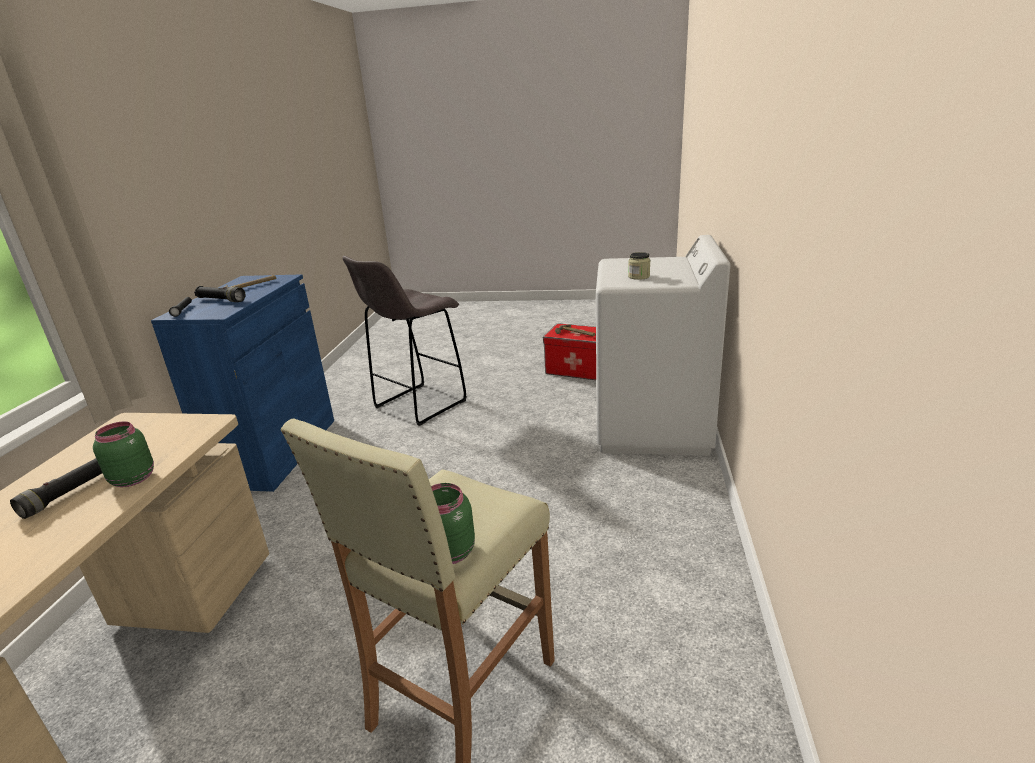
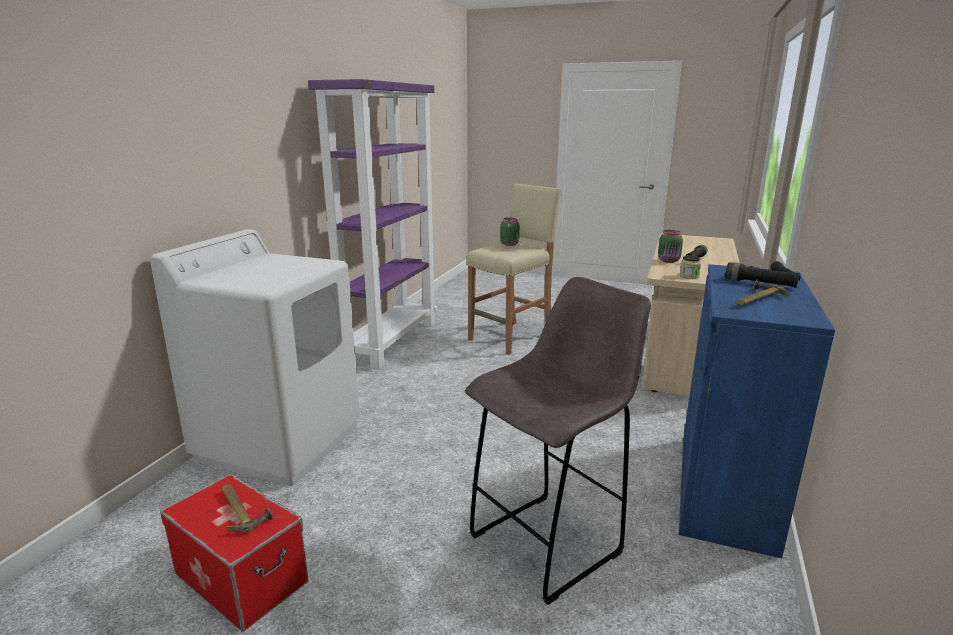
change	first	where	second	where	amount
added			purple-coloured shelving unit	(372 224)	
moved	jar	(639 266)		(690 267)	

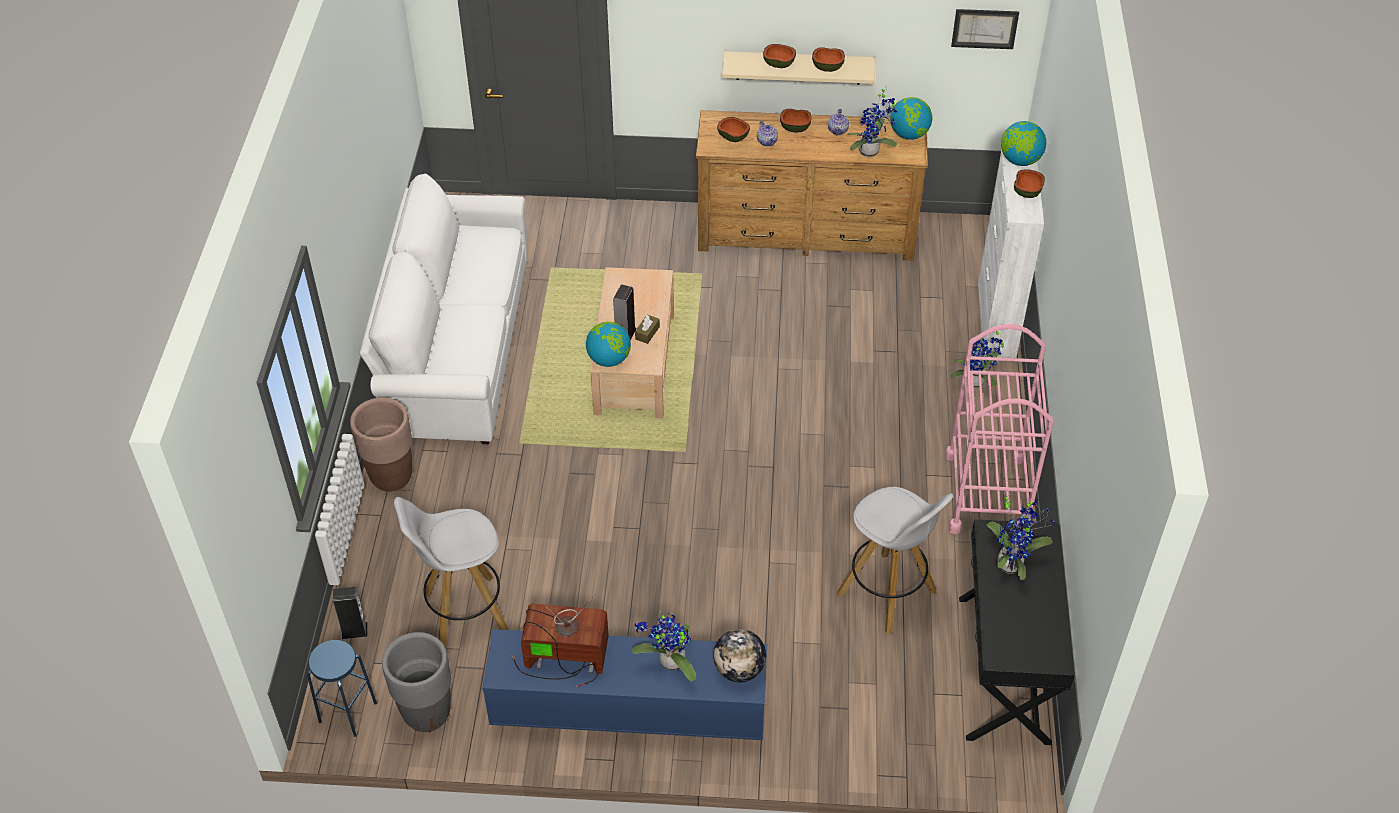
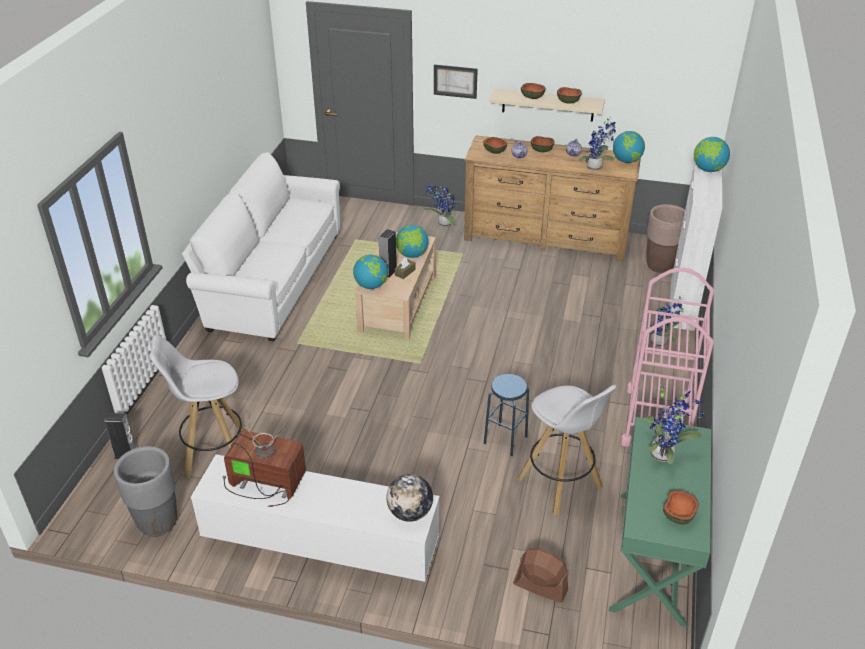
change	first	where	second	where	amount
recoloured	blue tv unit	(624 684)	white-coloured tv unit	(315 518)	
added			desk globe	(412 241)	
moved	plant in a pot	(664 646)		(440 206)	
moved	picture	(985 29)		(456 81)	
moved	blue stool	(342 688)		(506 415)	
added			brown-coloured fan	(540 575)	
recoloured	black-coloured hall table	(1017 632)	greenish hall table	(660 522)	
moved	brown-coloured plant pot	(381 444)		(665 238)	
moved	deep dish	(1029 184)		(681 507)	

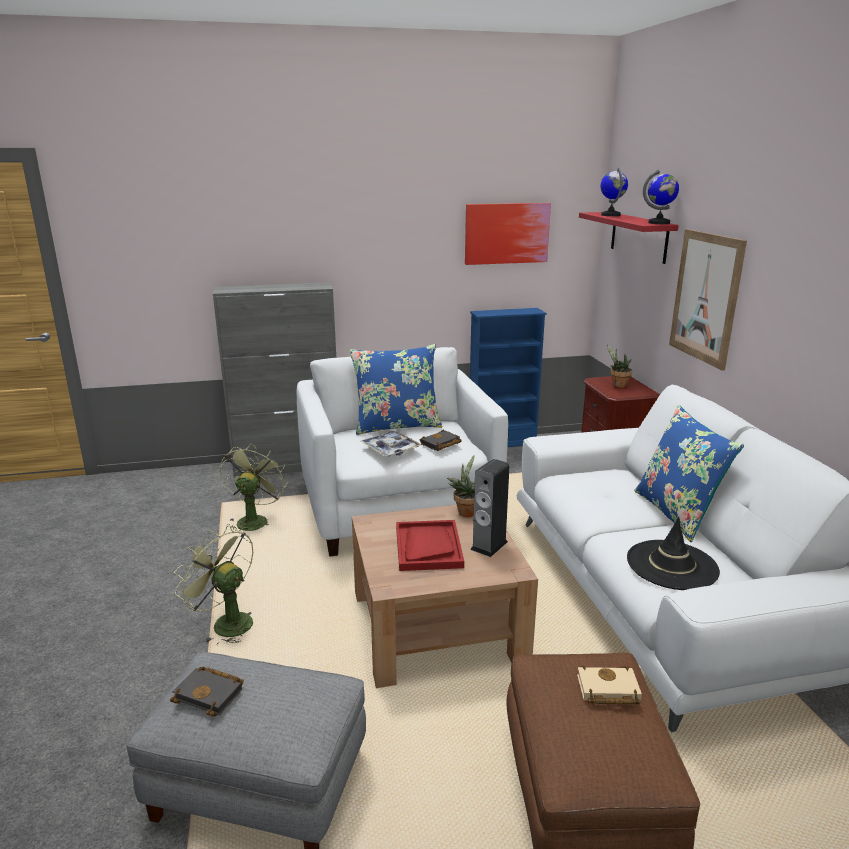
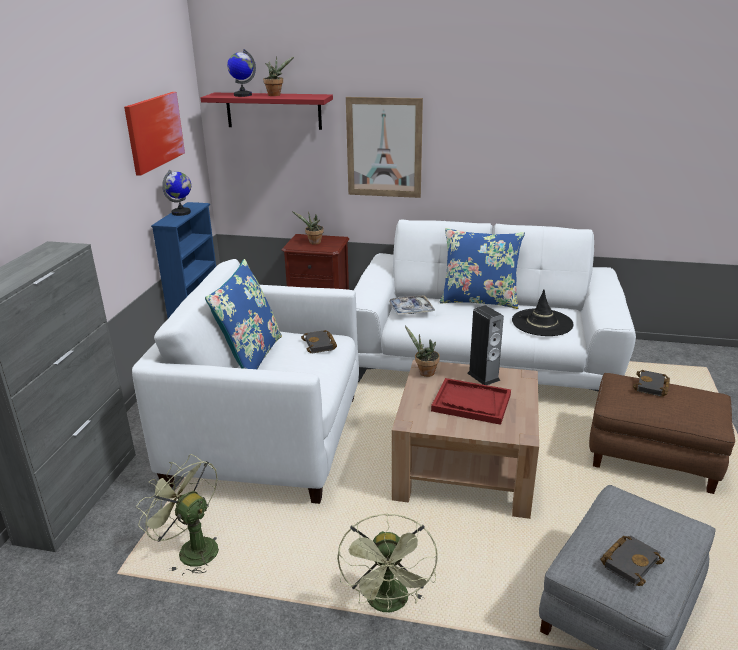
change	first	where	second	where	amount
moved	desk globe	(661 197)		(176 193)	
added			plant in a pot	(279 76)	
turned	greenish fan	(213 585)		(387 562)	60 degrees counterclockwise
moved	tray	(391 444)		(412 305)	
recoloured	beige-coloured book	(609 685)	black-coloured book	(651 383)	

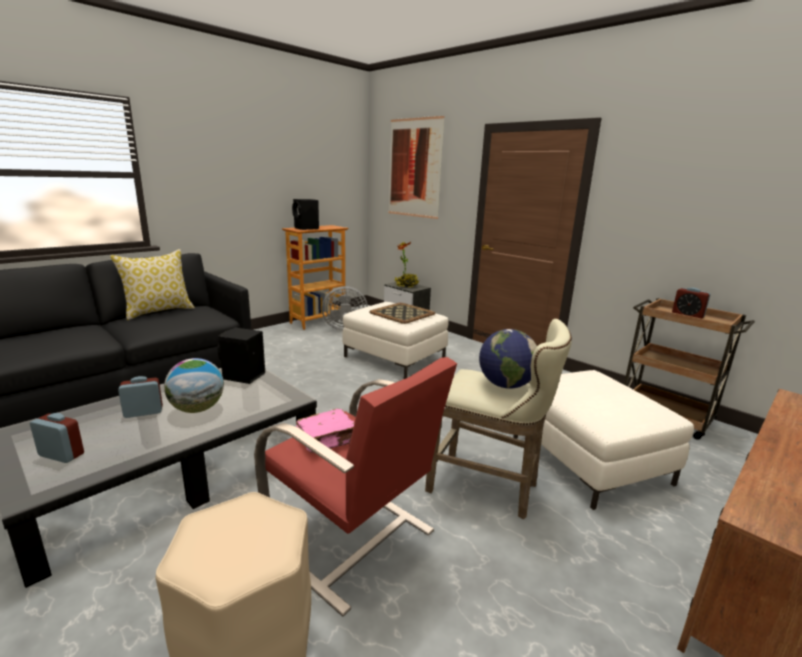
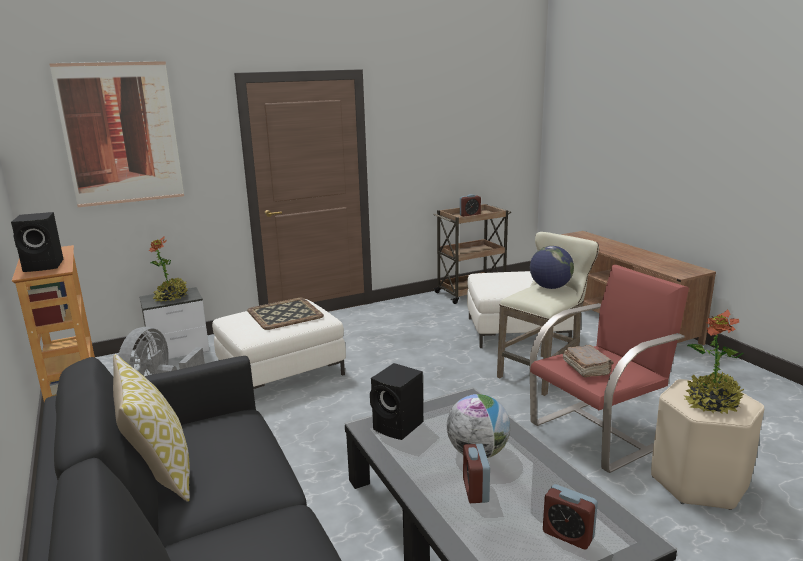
change	first	where	second	where	amount
turned	table clock	(57 438)		(570 516)	90 degrees counterclockwise
recoloured	pink book	(325 431)	brown-coloured book	(588 361)	
added			plant in a pot	(713 362)	

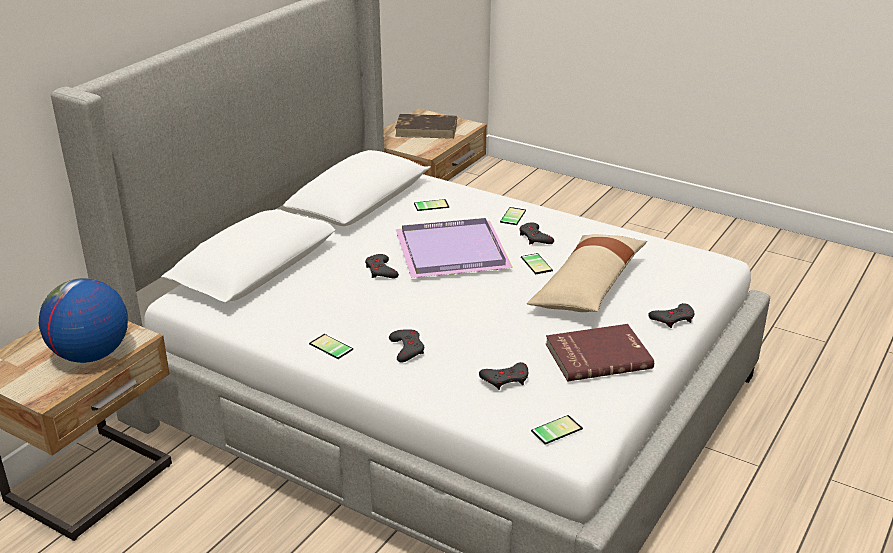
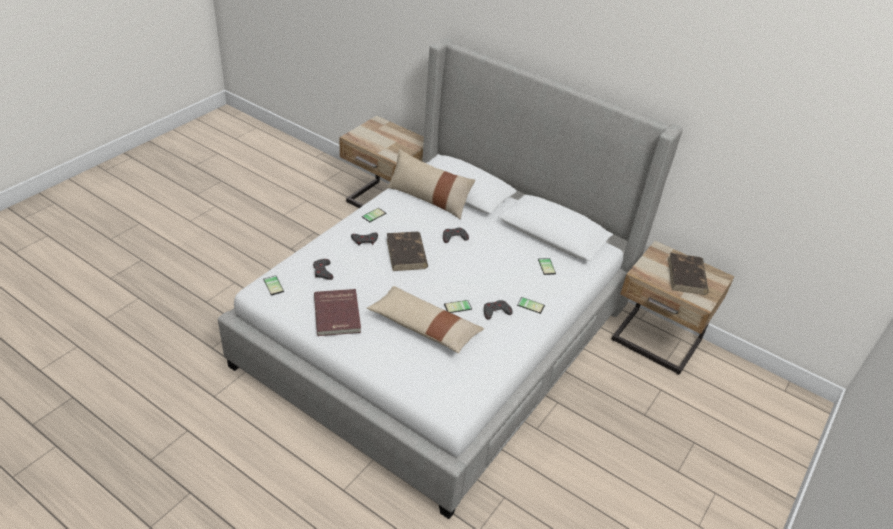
change	first	where	second	where	amount
added			beige-coloured cushion	(431 184)	
added			brown-coloured book	(407 251)	
removed	desk globe	(83 320)			
removed	purple-coloured tray	(454 248)			
removed	grey gamepad	(671 315)			

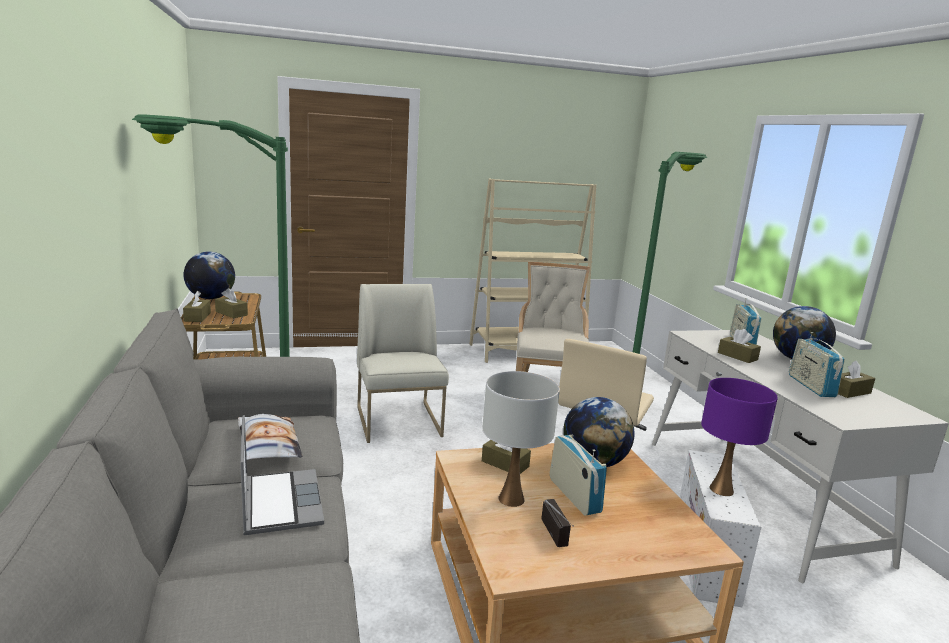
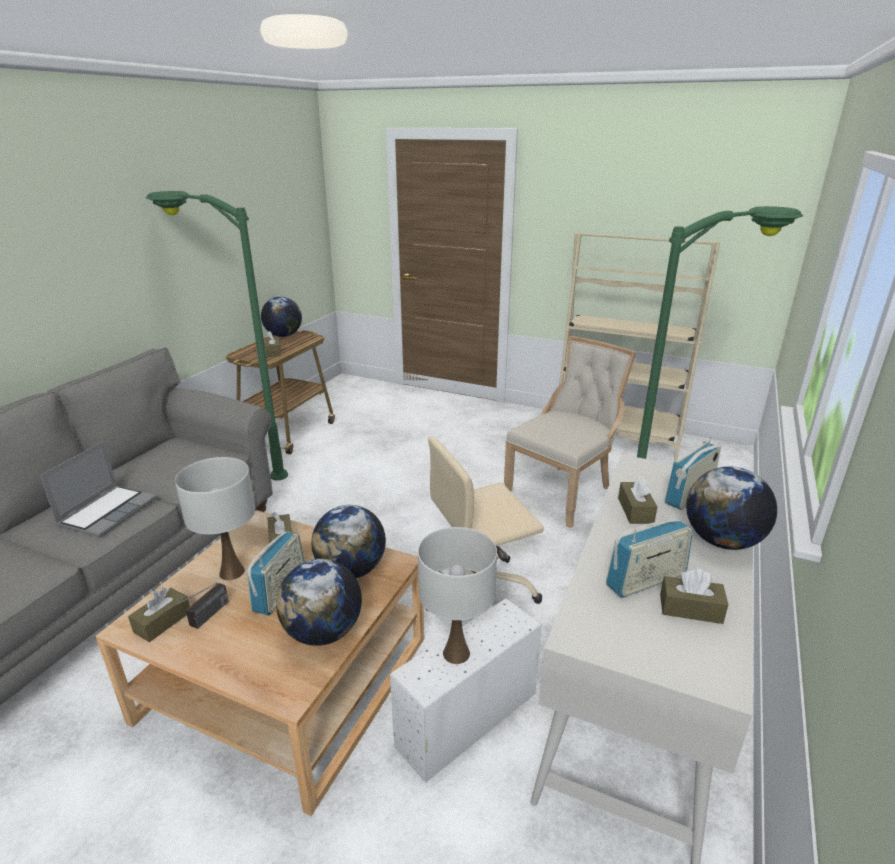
change	first	where	second	where	amount
moved	brown-coloured box of tissues	(197 306)		(159 614)	
added			desk globe	(319 602)	
recoloured	purple-coloured lamp for a table	(739 437)	white-coloured lamp for a table	(457 595)	
turned	radio	(817 364)		(649 558)	150 degrees counterclockwise
removed	cushion	(270 437)			
removed	white-coloured chair	(403 363)			

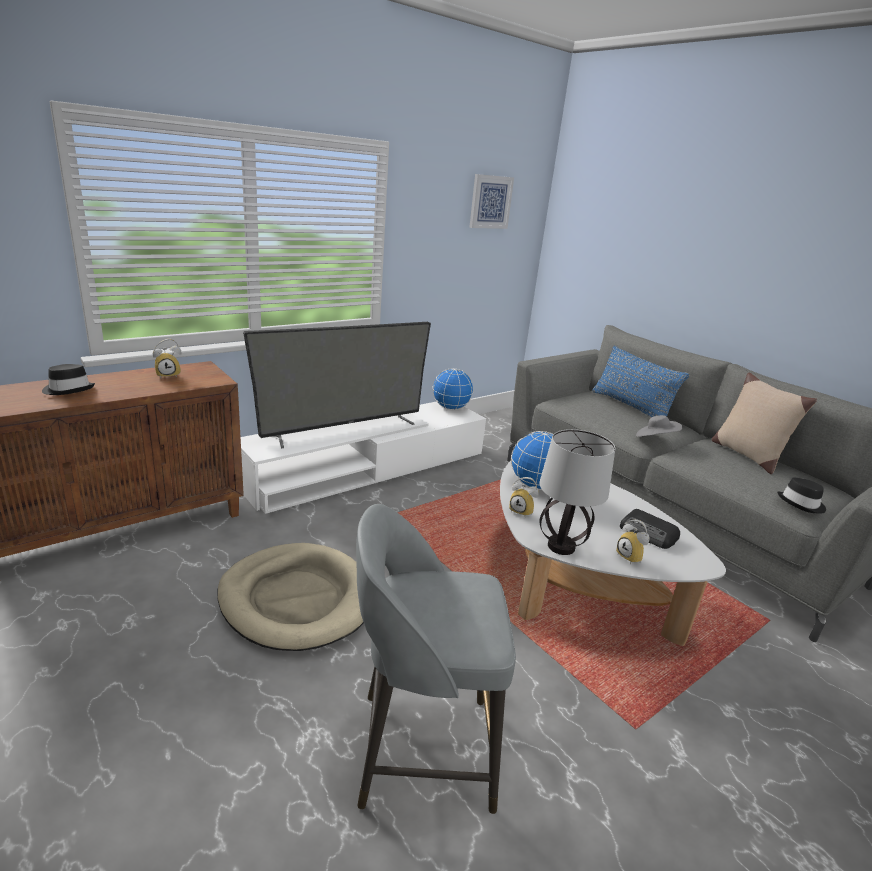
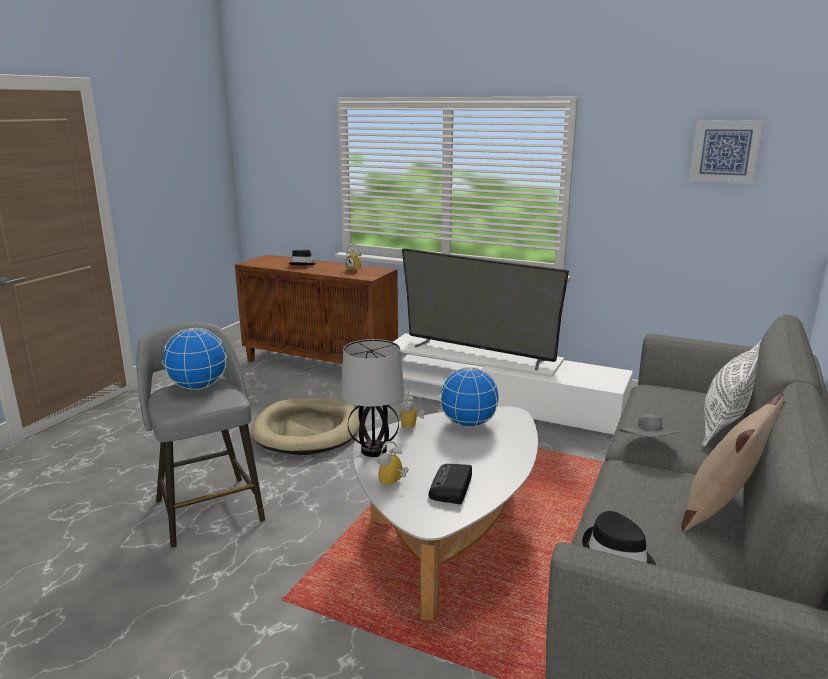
change	first	where	second	where	amount
moved	desk globe	(453 389)		(194 359)	
recoloured	blue cushion	(640 381)	white-coloured cushion	(731 394)	

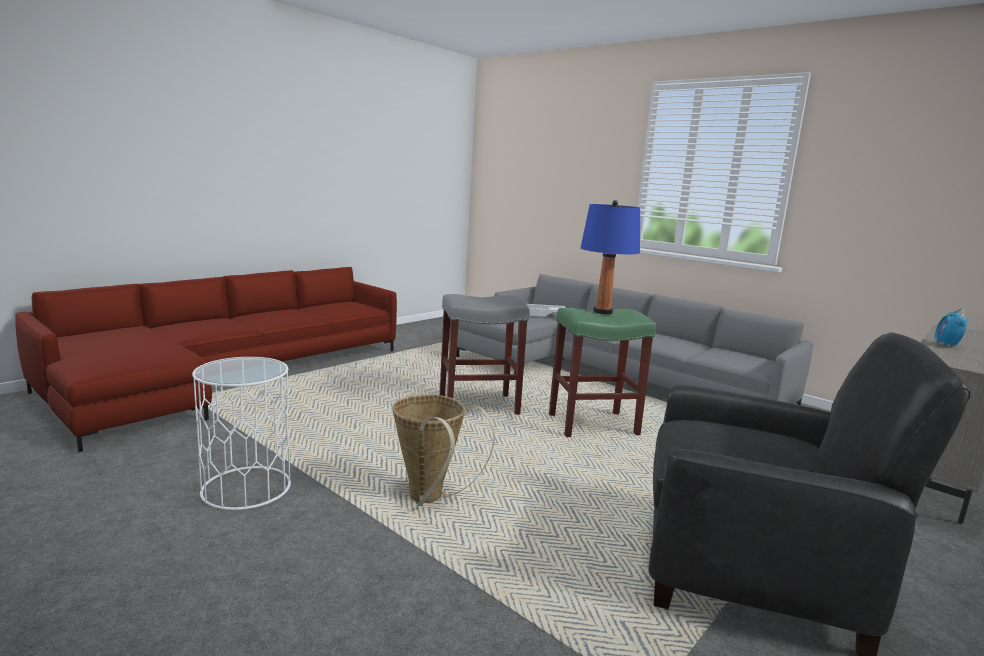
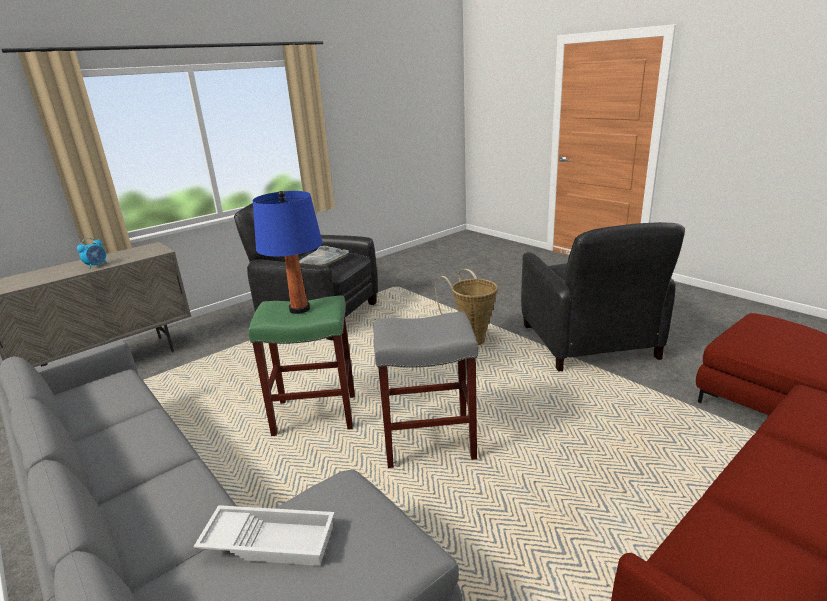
change	first	where	second	where	amount
added			grey tray	(324 256)	
replaced	white-coloured accent table	(241 433)	black-coloured lounge chair	(603 296)	

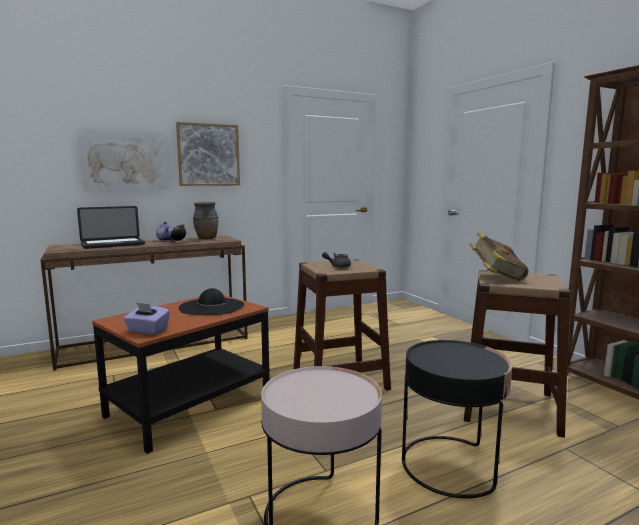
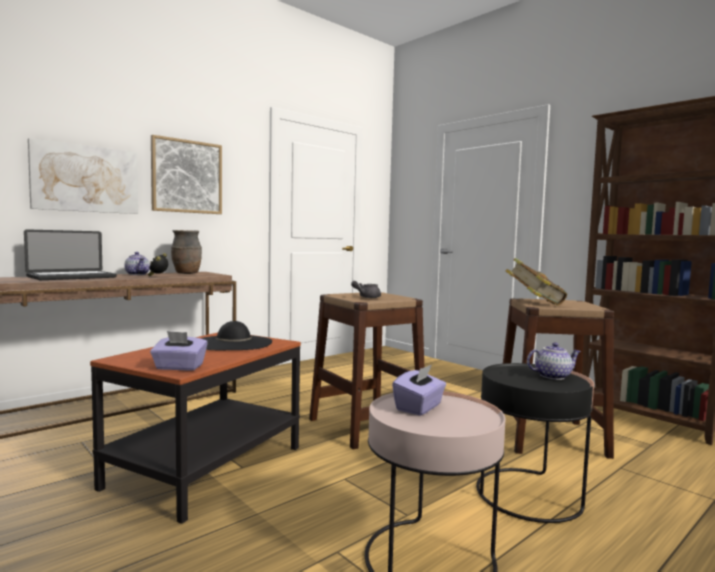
change	first	where	second	where	amount
added			purple-coloured box of tissues	(419 390)	
added			tea pot	(554 361)	

